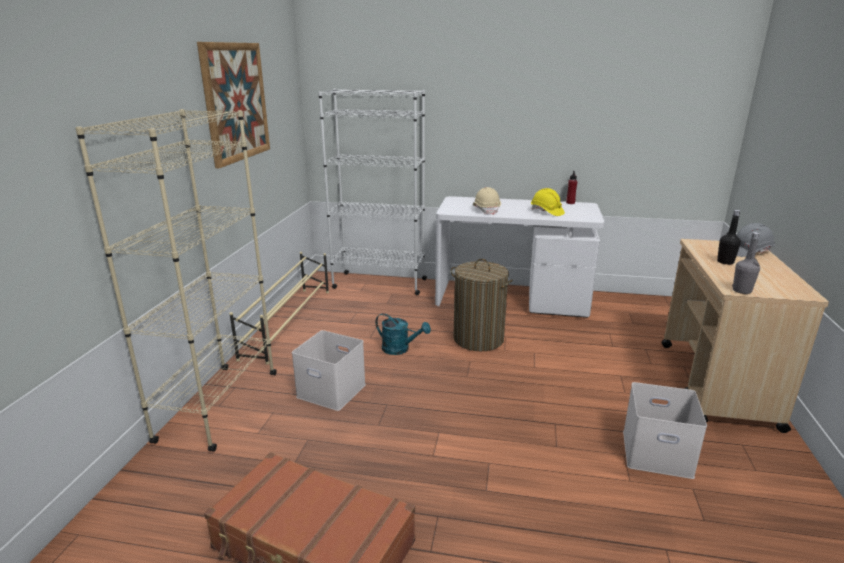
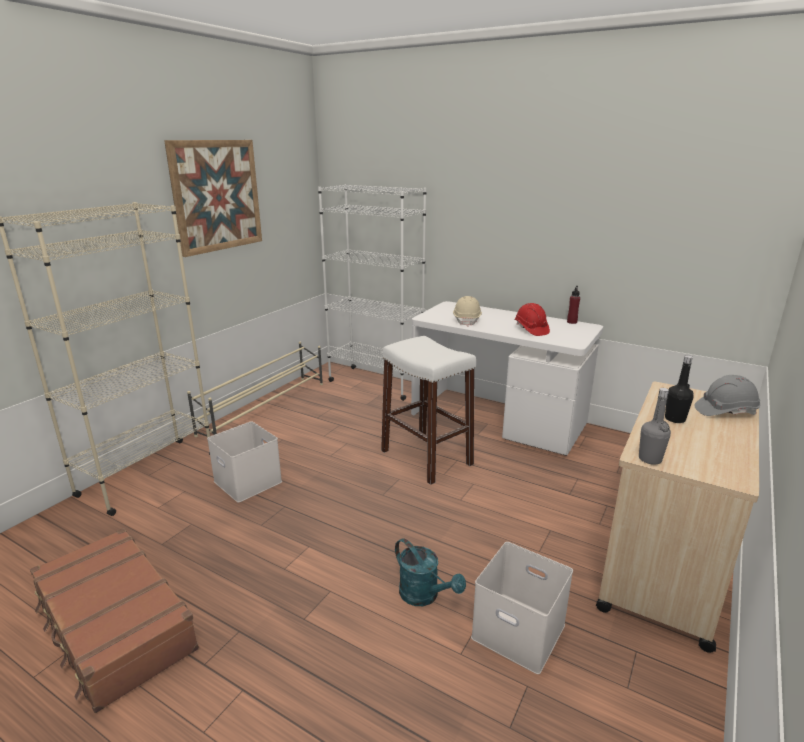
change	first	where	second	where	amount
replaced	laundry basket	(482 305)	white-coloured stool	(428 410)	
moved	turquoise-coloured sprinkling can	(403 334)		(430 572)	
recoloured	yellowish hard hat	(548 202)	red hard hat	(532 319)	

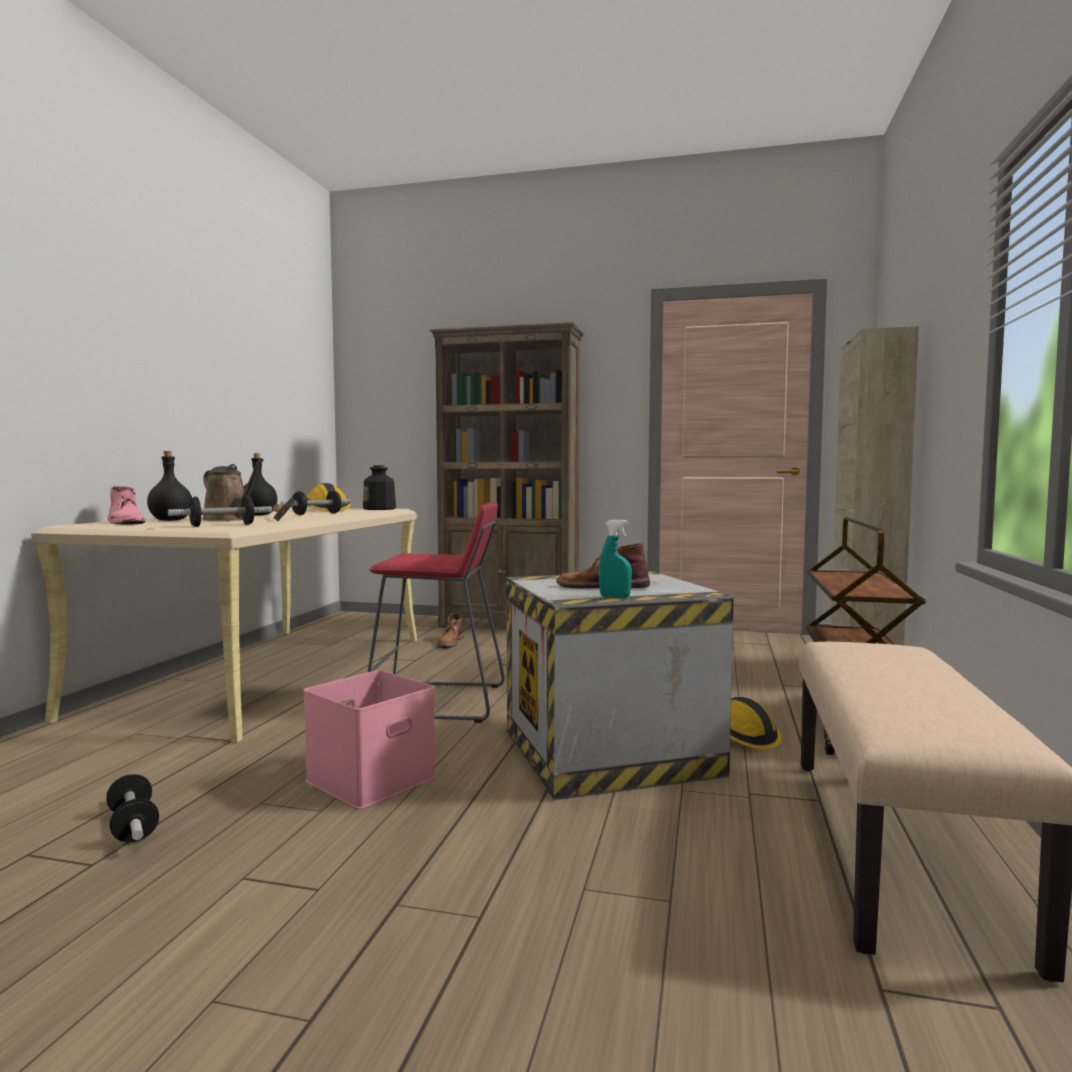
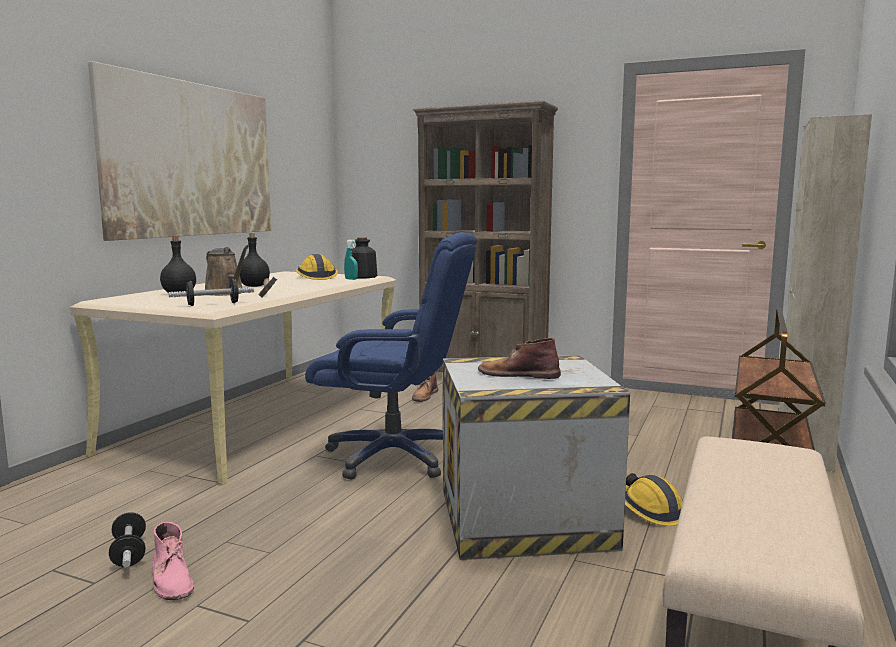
change	first	where	second	where	amount
added			picture	(179 151)	
moved	pink boot	(127 505)		(173 561)	
replaced	red stool	(436 612)	blue computer chair	(391 356)	
moved	turquoise-coloured sprayer	(615 559)		(351 260)	
removed	free weight	(315 503)			
removed	pink storage container	(369 739)			

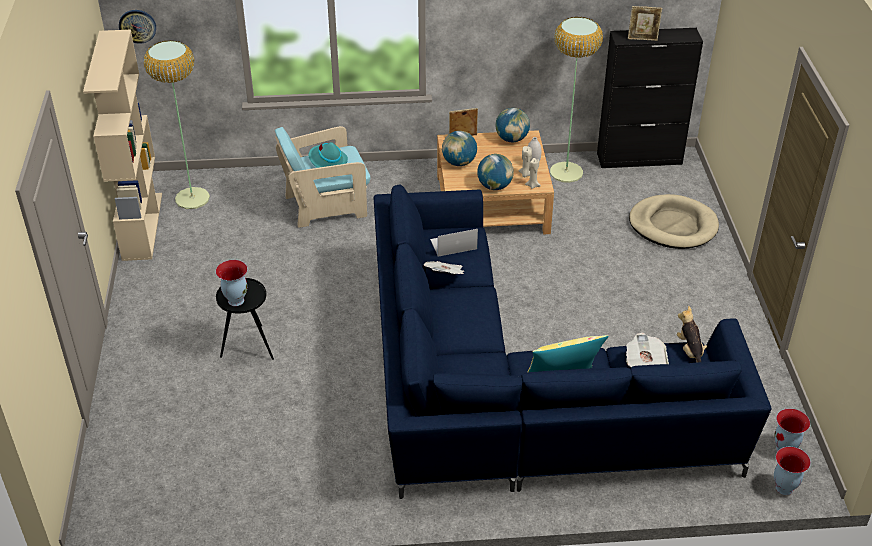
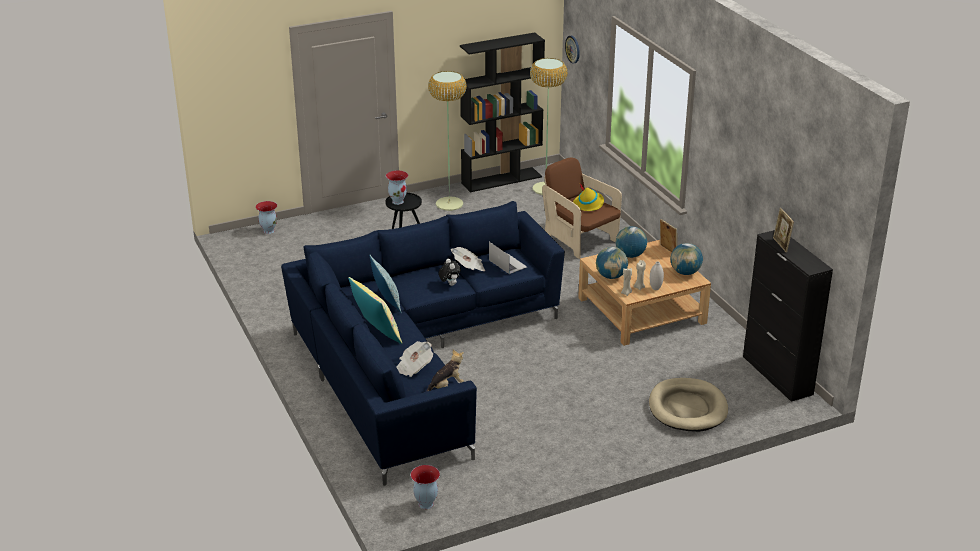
change	first	where	second	where	amount
moved	vase	(792 471)		(266 217)	
added			cushion	(385 284)	
moved	standing lamp	(576 100)		(447 141)	
added			cuddly toy	(450 272)	
recoloured	beige-coloured shelving unit	(122 145)	black-coloured shelving unit	(502 112)	
recoloured	turquoise-coloured lounge chair	(322 177)	brown-coloured lounge chair	(582 208)	
recoloured	turquoise-coloured wearable hat	(328 155)	yellowish wearable hat	(588 197)	

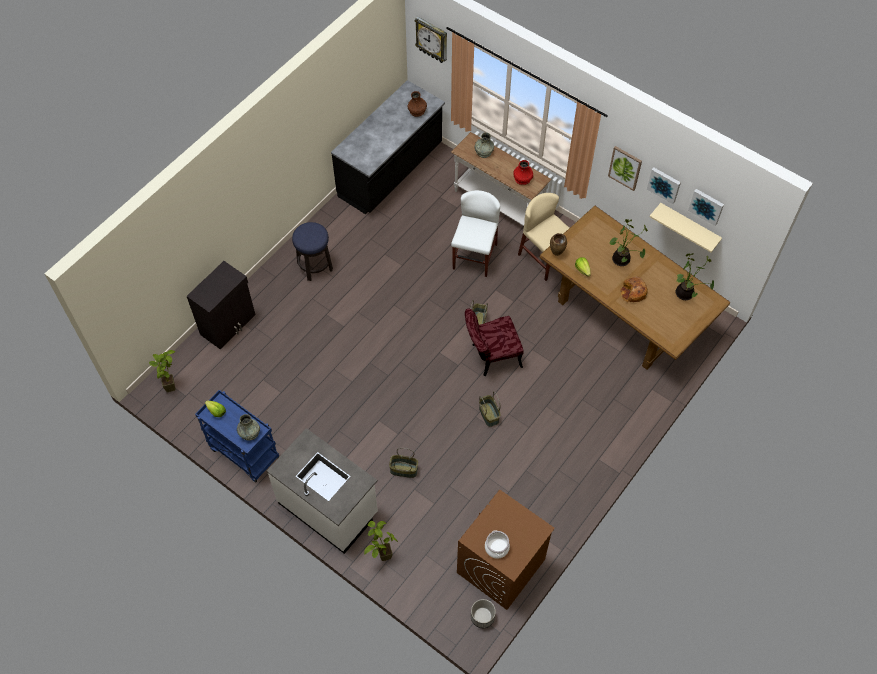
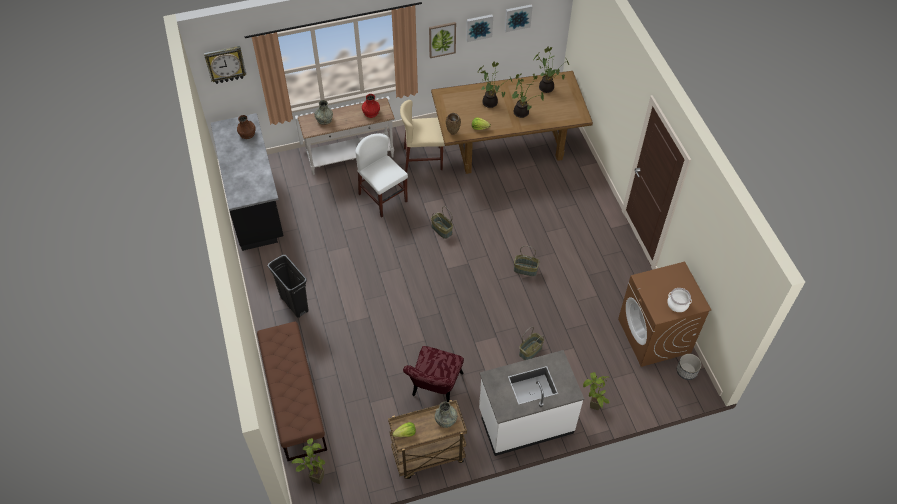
change	first	where	second	where	amount
replaced	black-coloured cabinet	(221 305)	brown-coloured bench	(292 391)	
replaced	stool	(312 251)	black-coloured waste bin	(288 286)	
recoloured	blue cart	(237 436)	brown-coloured cart	(427 439)	
moved	red chair	(494 342)		(433 374)	
replaced	bread	(634 289)	plant in a pot	(528 95)	
removed	beige-coloured shelf	(685 227)			

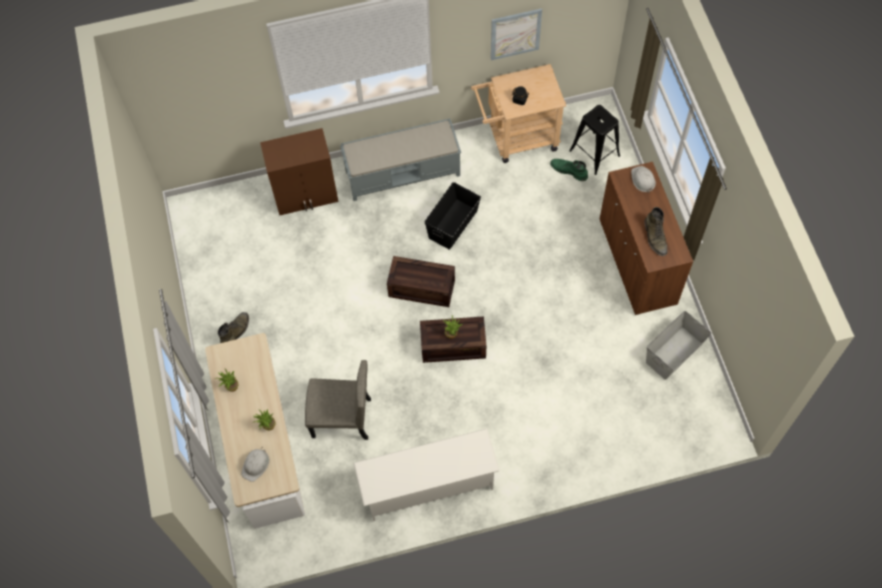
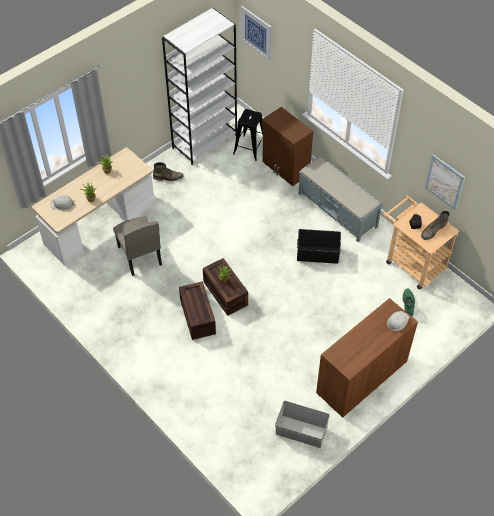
change	first	where	second	where	amount
added			white-coloured shelving unit	(199 86)	
moved	shipping crate	(421 281)		(197 310)	
moved	black-coloured stool	(594 140)		(248 135)	
added			picture	(256 33)	
moved	greenish boot	(655 231)		(435 225)	
removed	white-coloured shoe rack	(426 475)			

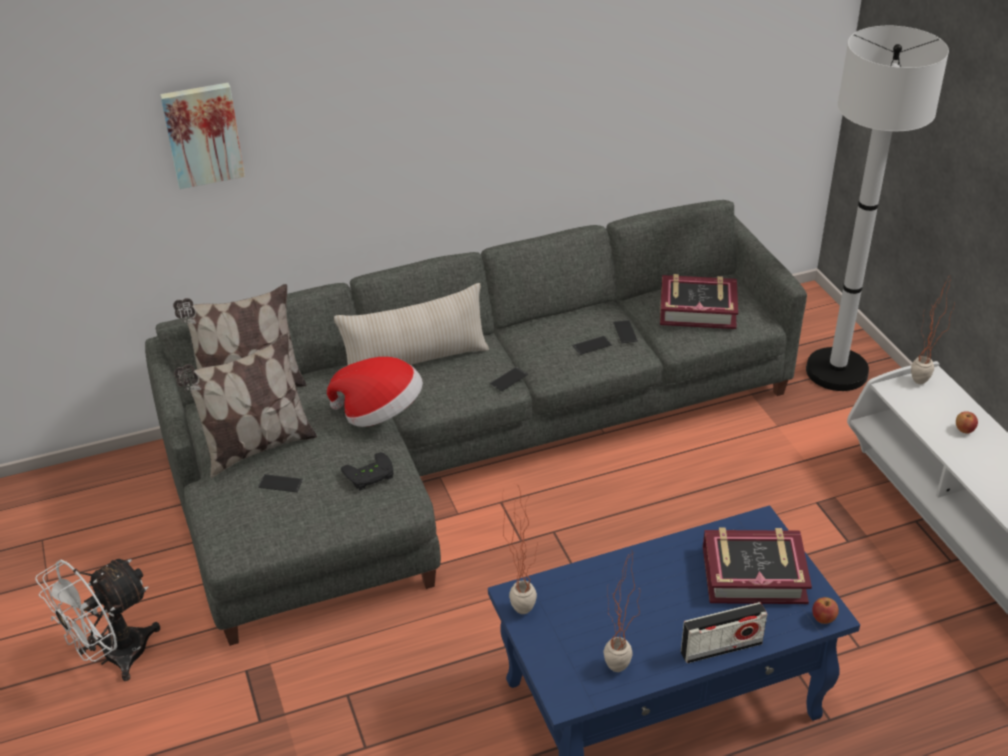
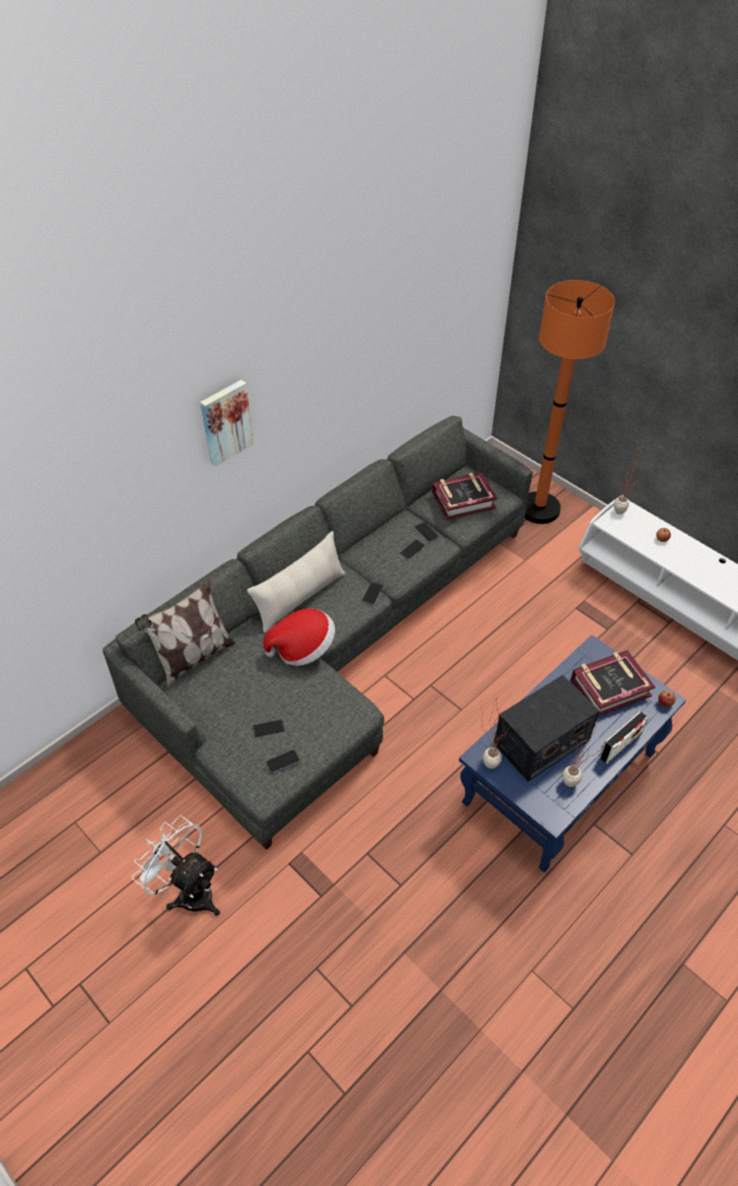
change	first	where	second	where	amount
turned	white-coloured fan	(97 620)		(176 865)	105 degrees clockwise
moved	picture	(202 136)		(227 423)	
added			telephone	(282 761)	
added			radio	(546 728)	
recoloured	white-coloured standing lamp	(877 208)	orangey standing lamp	(570 402)	
removed	cushion	(245 406)			
removed	black-coloured gamepad	(367 471)			

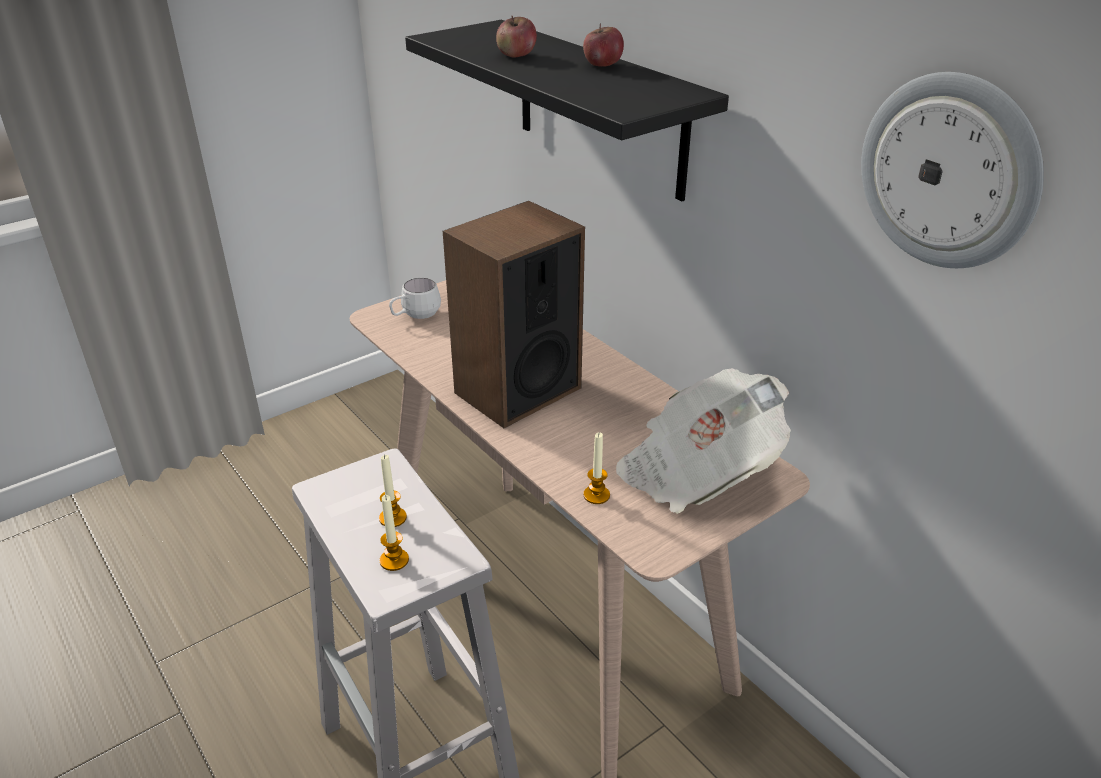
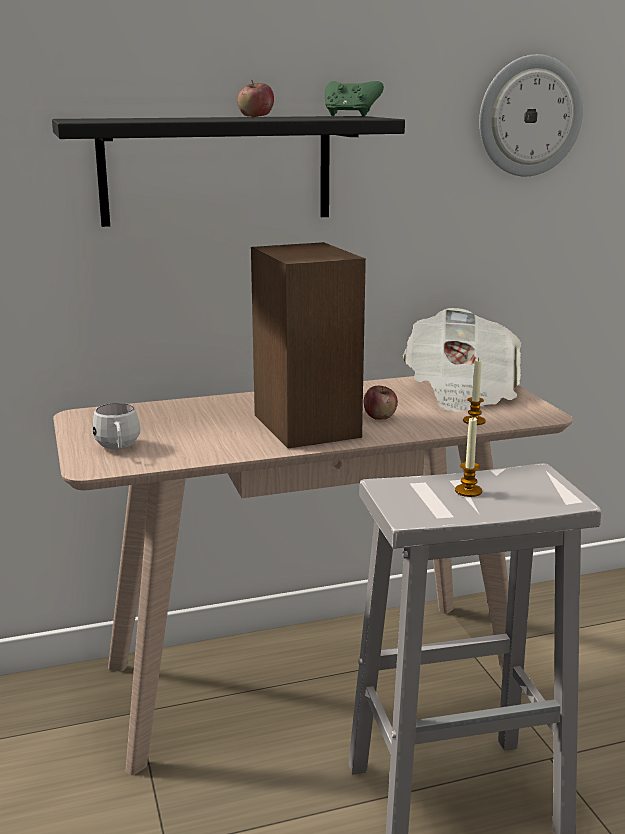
change	first	where	second	where	amount
added			greenish gamepad	(354 99)	
moved	apple	(516 36)		(381 403)	
removed	wax candle	(394 533)			

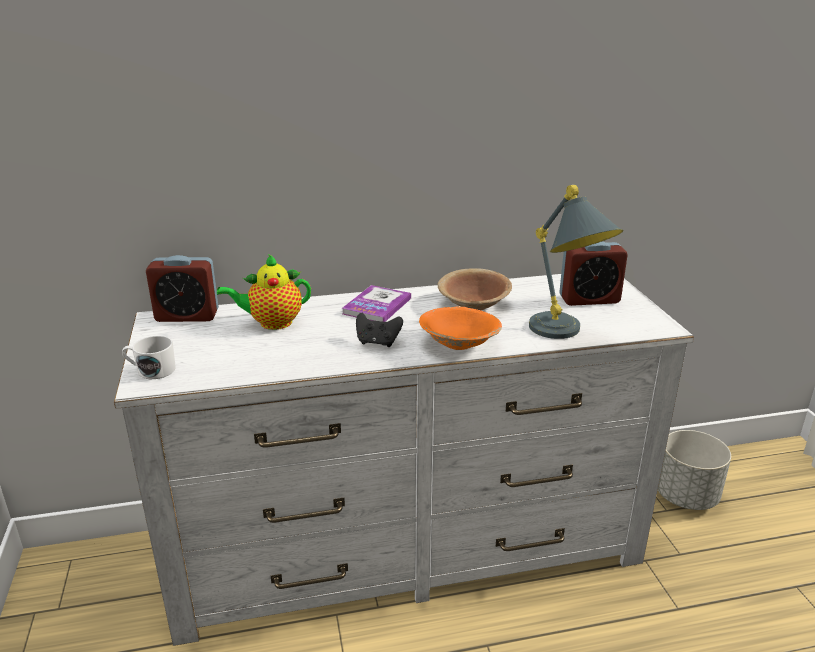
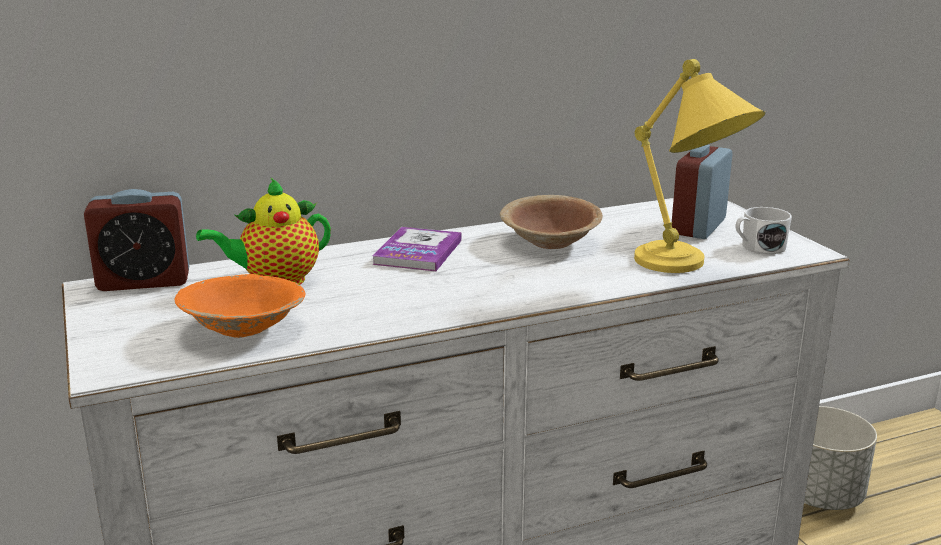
change	first	where	second	where	amount
moved	orangey deep dish	(460 328)		(240 306)	
recoloured	grey lamp for a table	(576 262)	yellowish lamp for a table	(699 166)	
turned	table clock	(593 274)		(702 192)	135 degrees clockwise
moved	white-coloured mug	(149 357)		(763 230)	
removed	black-coloured gamepad	(379 329)			

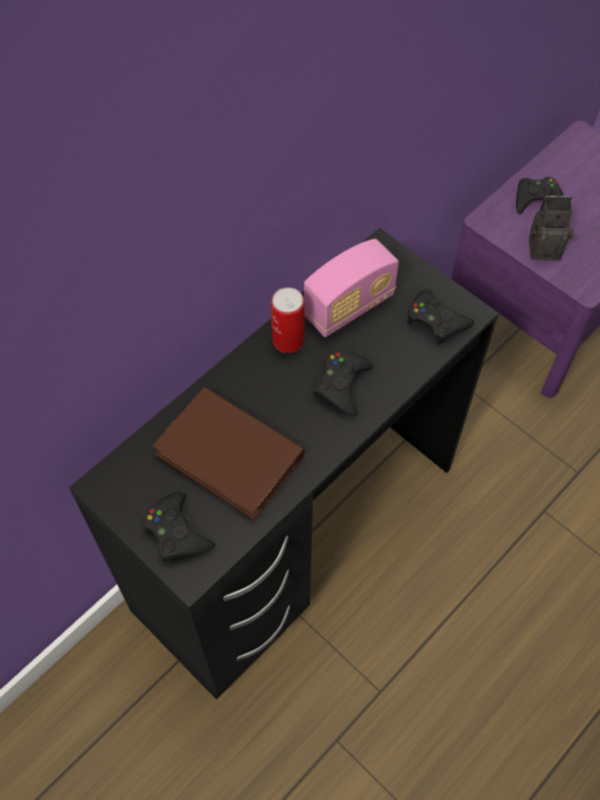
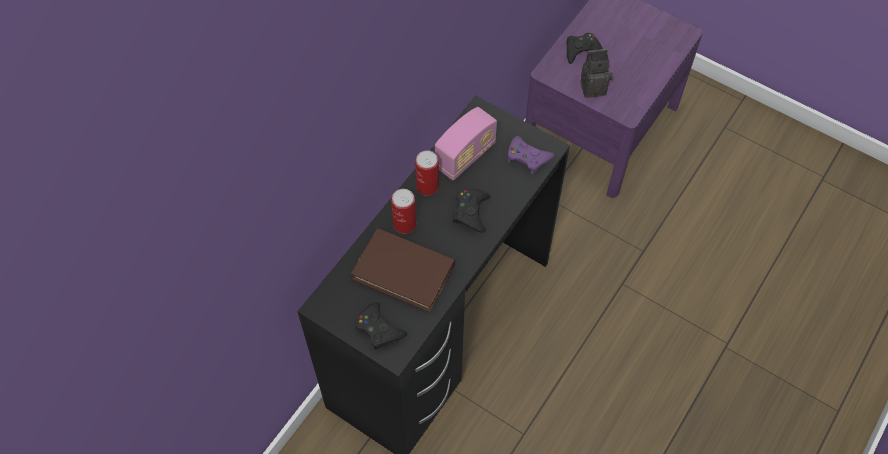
change	first	where	second	where	amount
added			metal can	(403 211)	
recoloured	black-coloured gamepad	(440 317)	purple-coloured gamepad	(531 155)	

